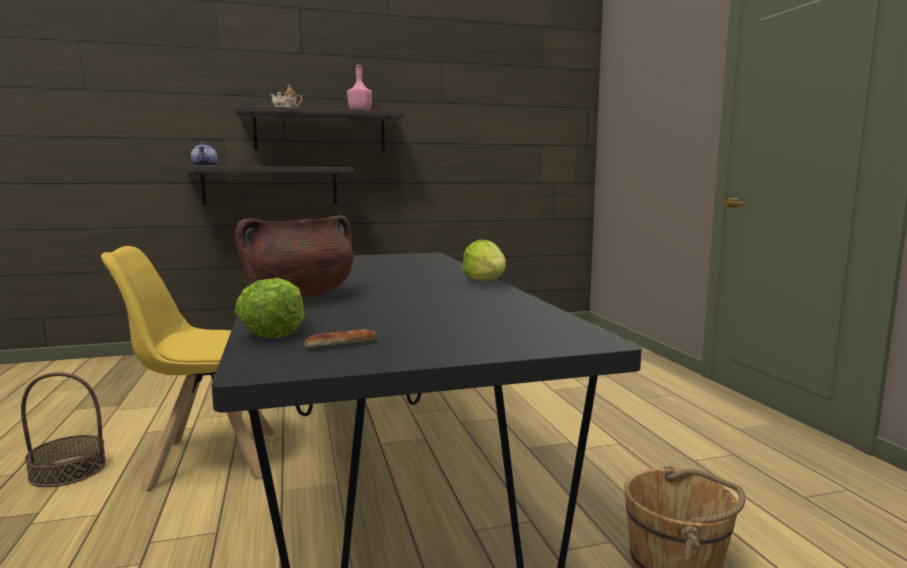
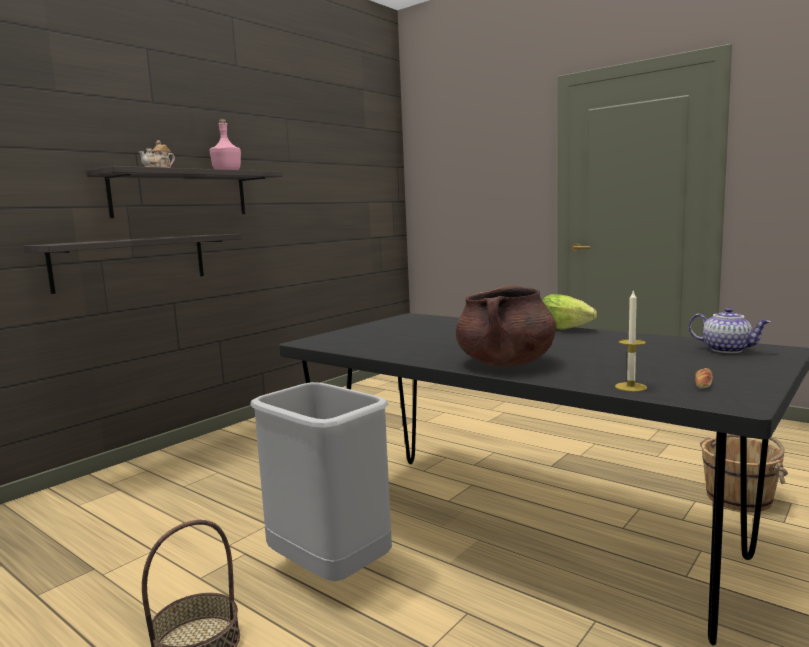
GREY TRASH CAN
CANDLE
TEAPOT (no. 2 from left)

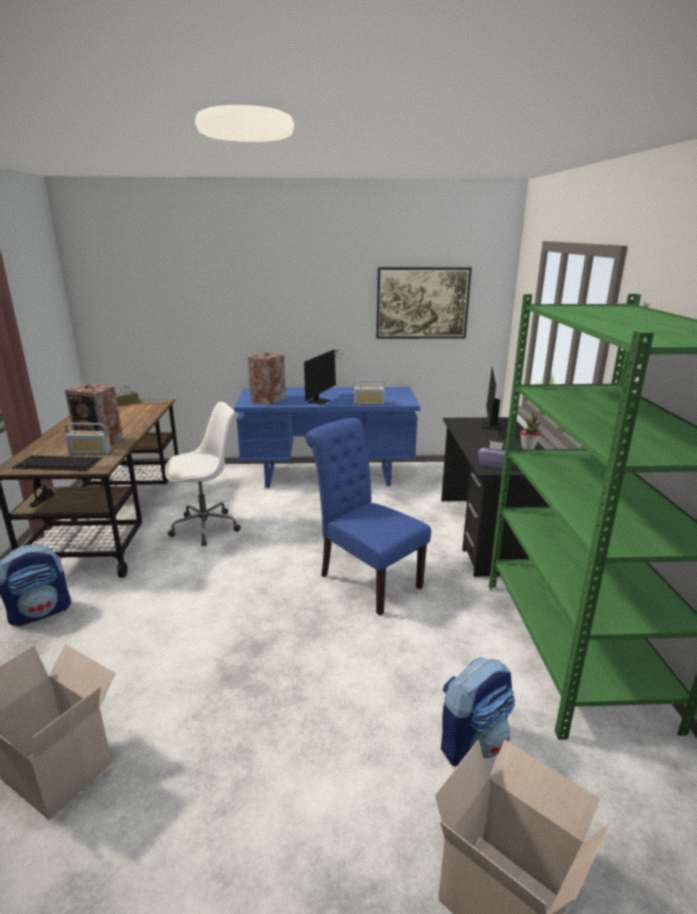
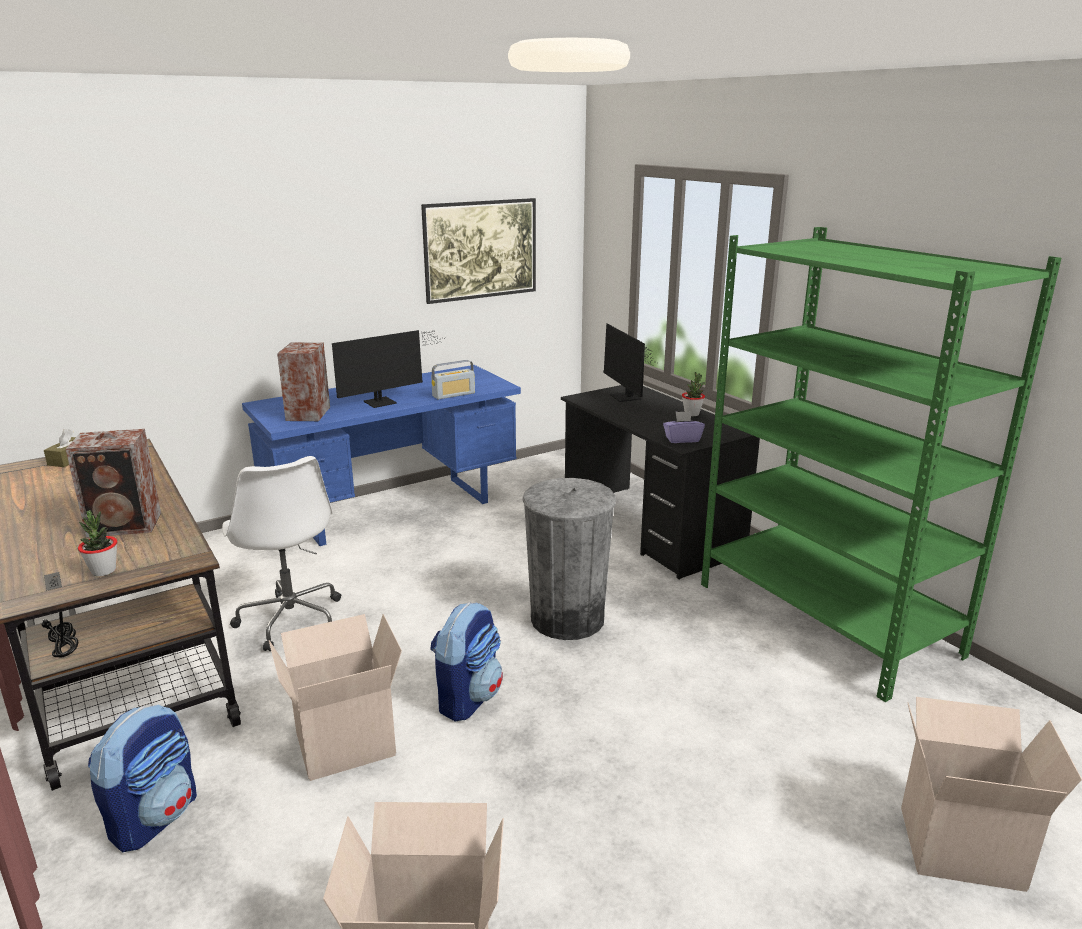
POTTED PLANT (no. 1 from left)
WHITE OFFICE CHAIR
CARDBOARD BOX (no. 1 from left)
MONITOR (no. 1 from left)
BACKPACK (no. 2 from left)
GREY TRASH CAN
RADIO (no. 1 from left in the first image)

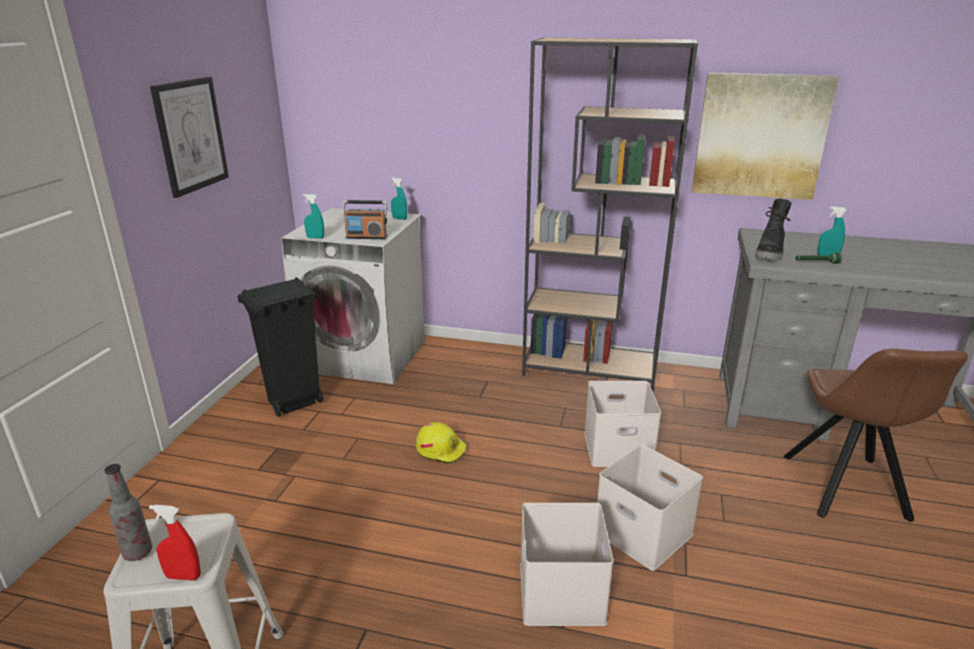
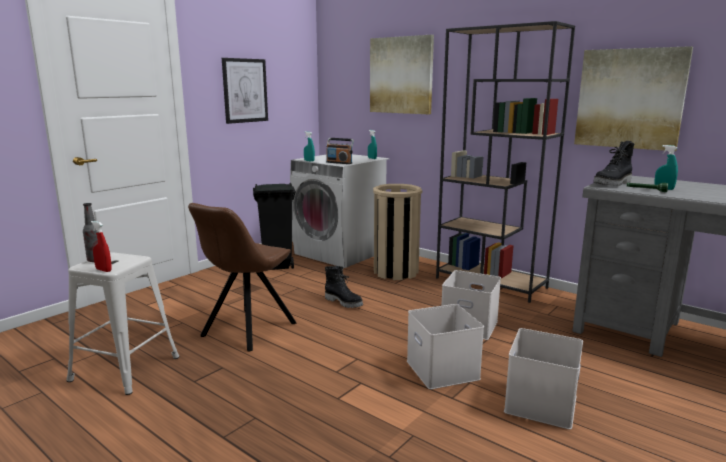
BROWN CHAIR
BLACK BOOT (no. 1 from left)
PICTURE (no. 2 from left)
BEIGE TRASH CAN
WHITE STORAGE BOX (no. 3 from left)

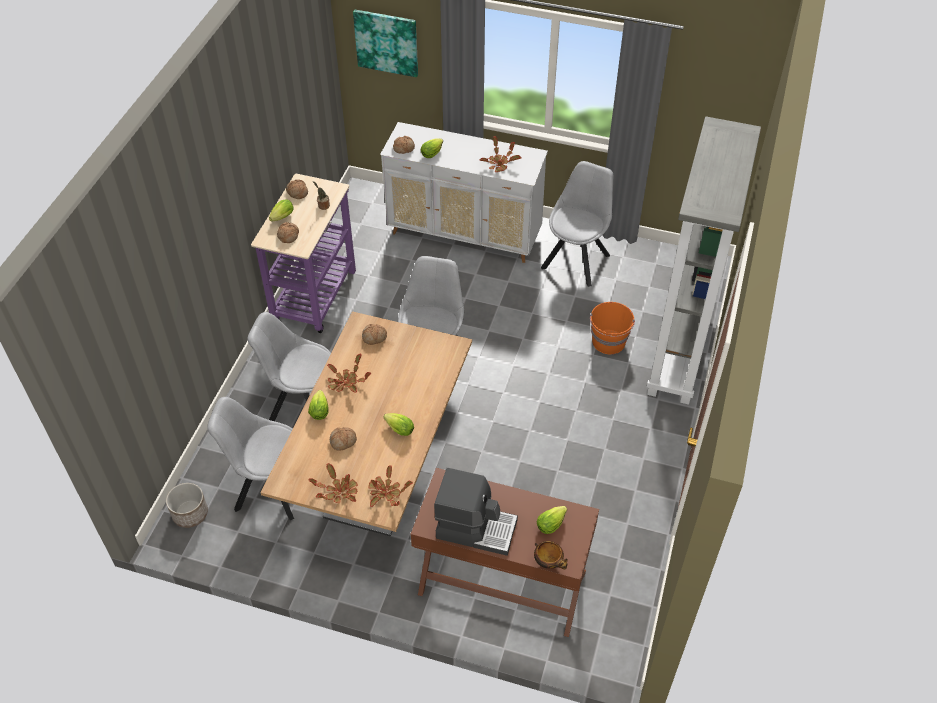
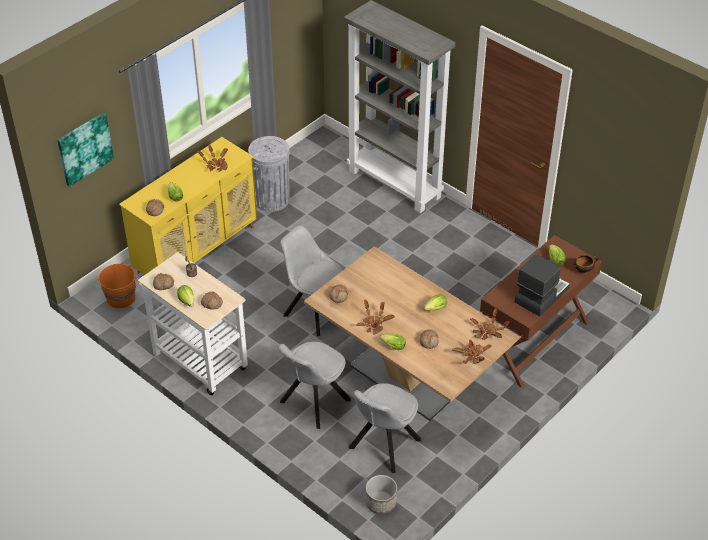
ORANGE BUCKET
YELLOW CABINET
WHITE CART
GREY TRASH CAN

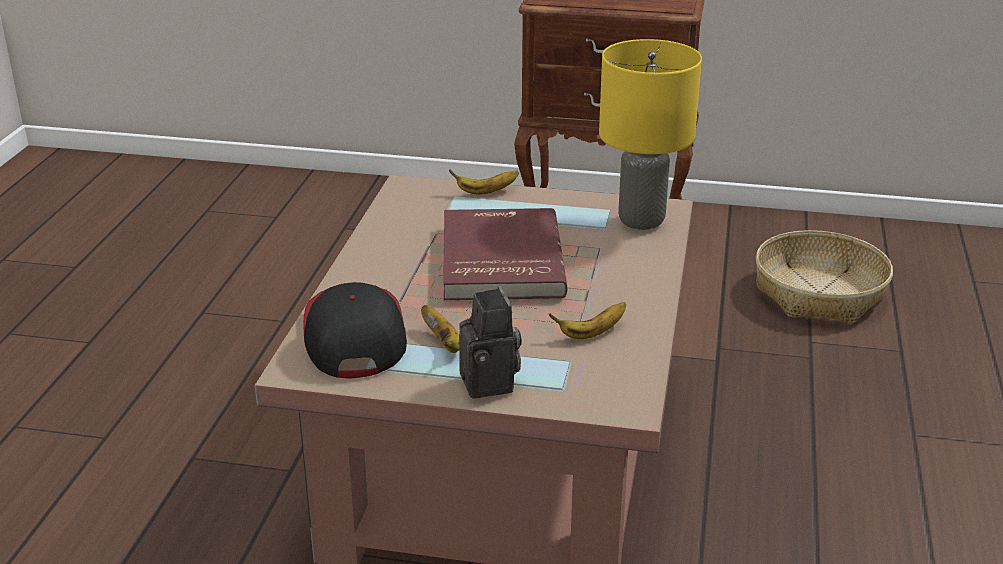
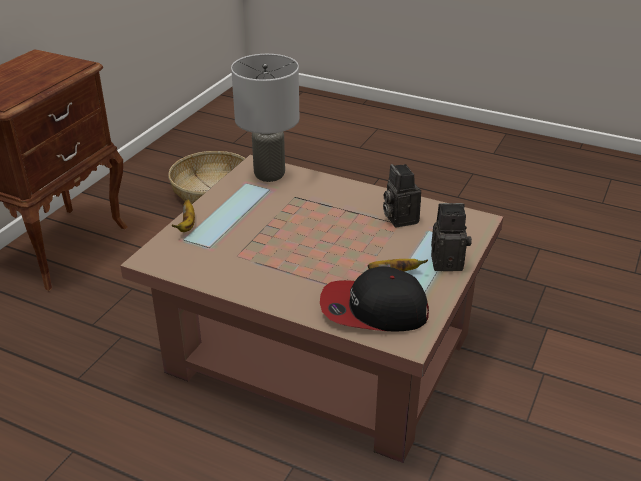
WHITE TABLE LAMP
PHOTO CAMERA (no. 1 from left)
RED BOOK

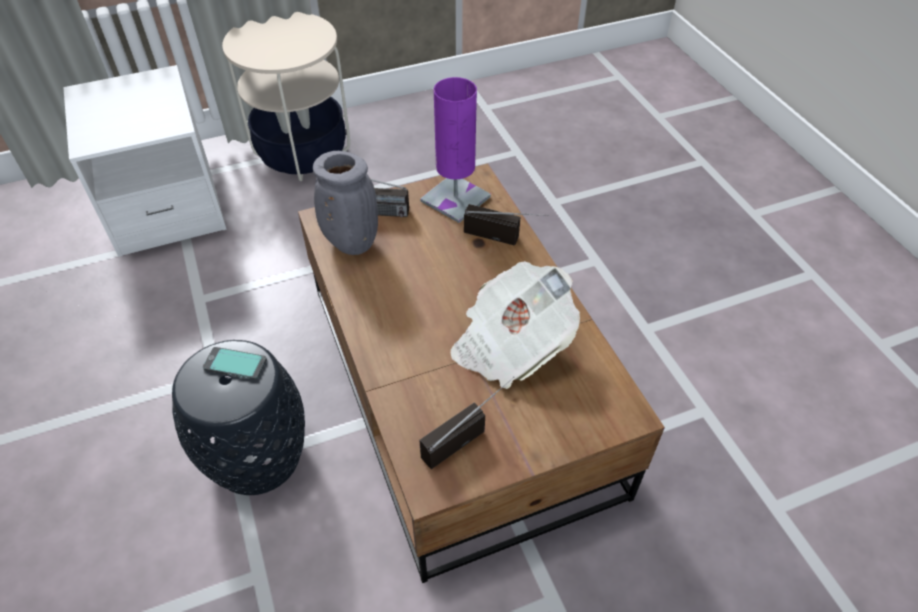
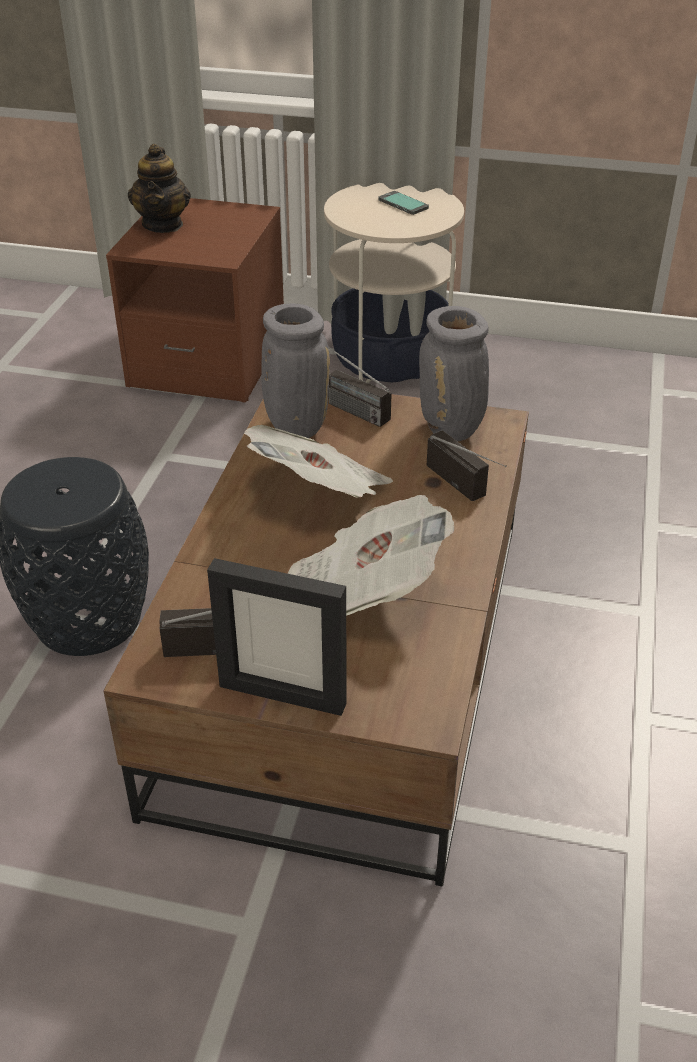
BROWN NIGHTSTAND
TEAPOT
PICTURE FRAME
NEWSPAPER (no. 1 from left)
PHONE
GREY VASE (no. 2 from left)

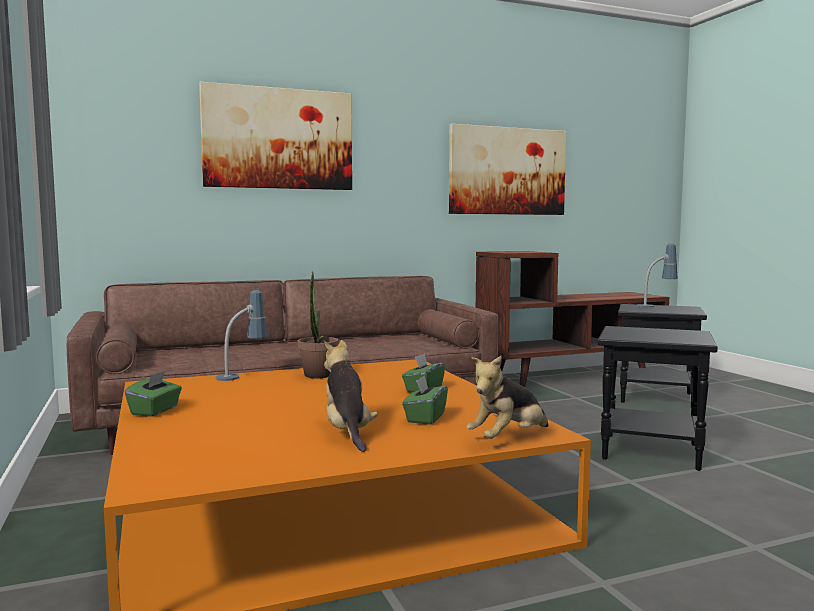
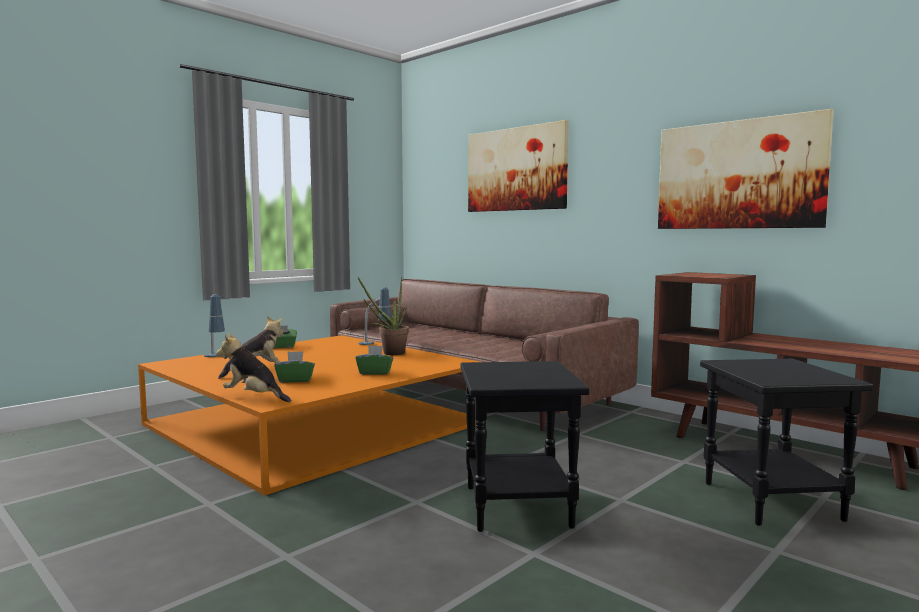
TABLE LAMP (no. 1 from left)

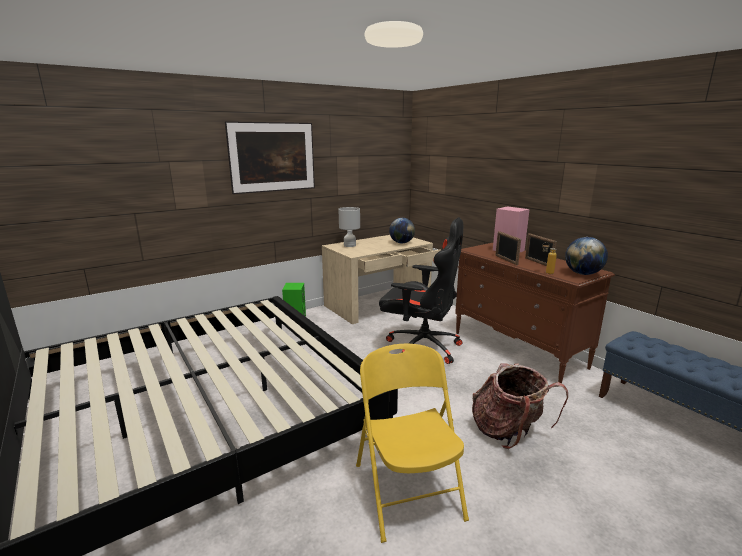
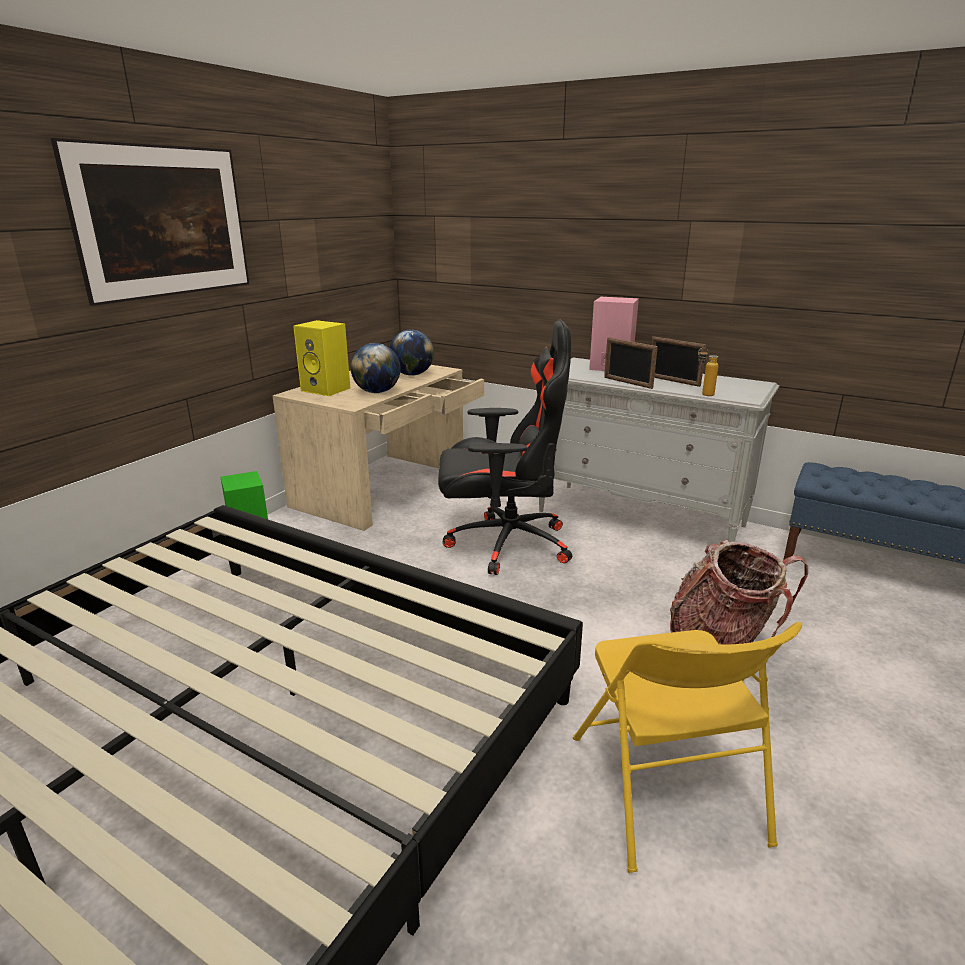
YELLOW SPEAKER
GLOBE (no. 1 from left)
WHITE DRESSER
YELLOW CHAIR

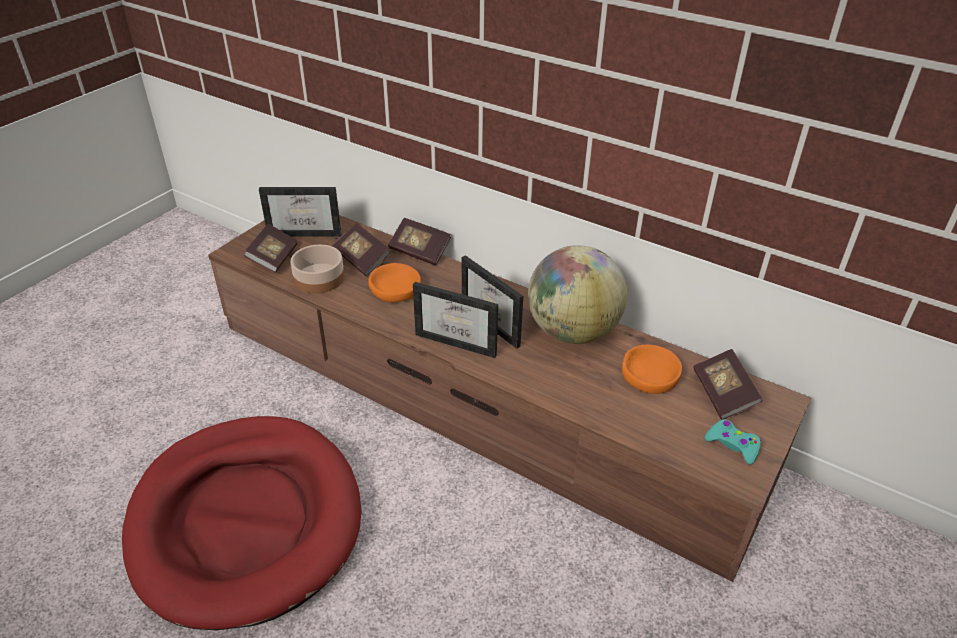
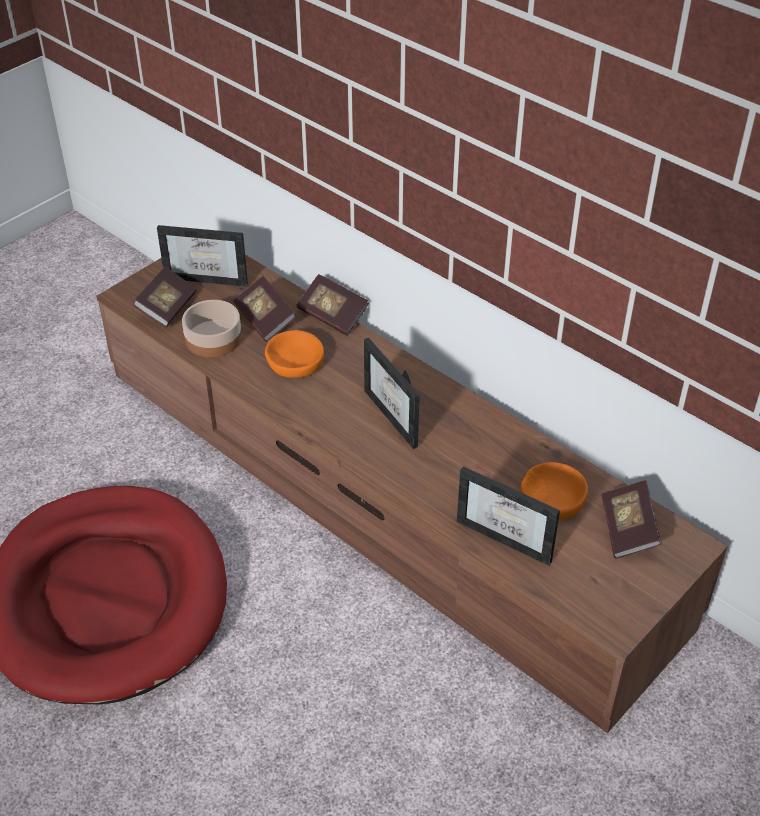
PICTURE FRAME (no. 3 from left)
GLOBE
TURQUOISE GAME CONTROLLER

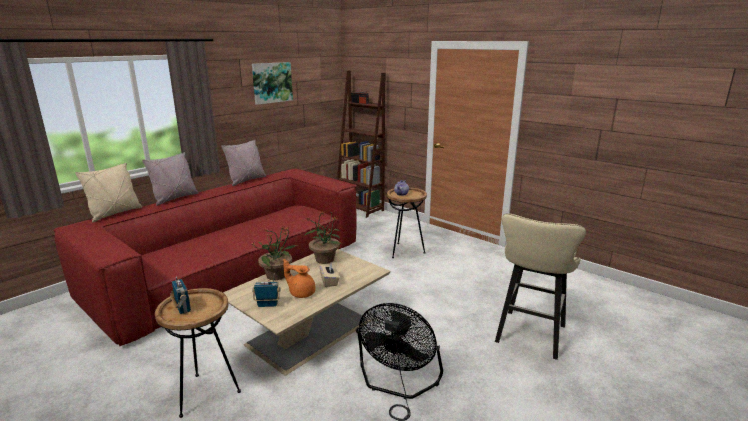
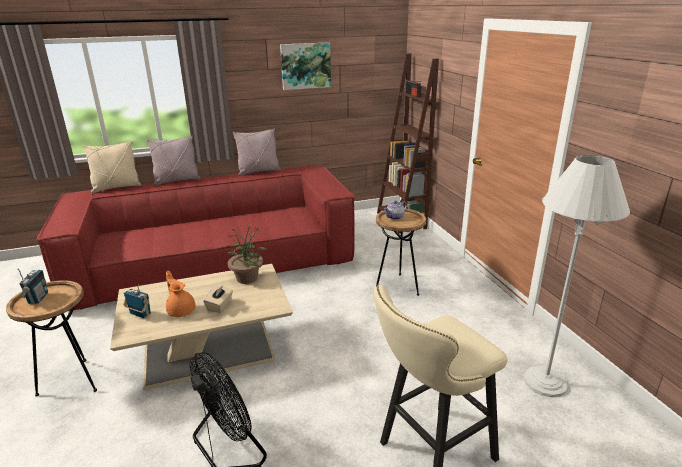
WHITE FLOOR LAMP
POTTED PLANT (no. 1 from left in the first image)

